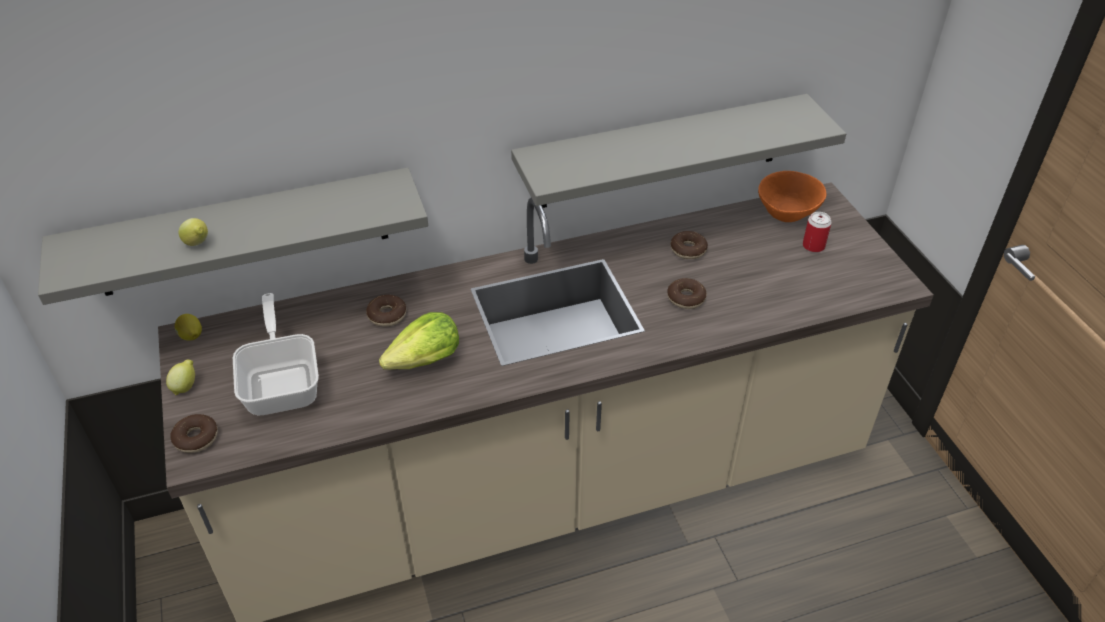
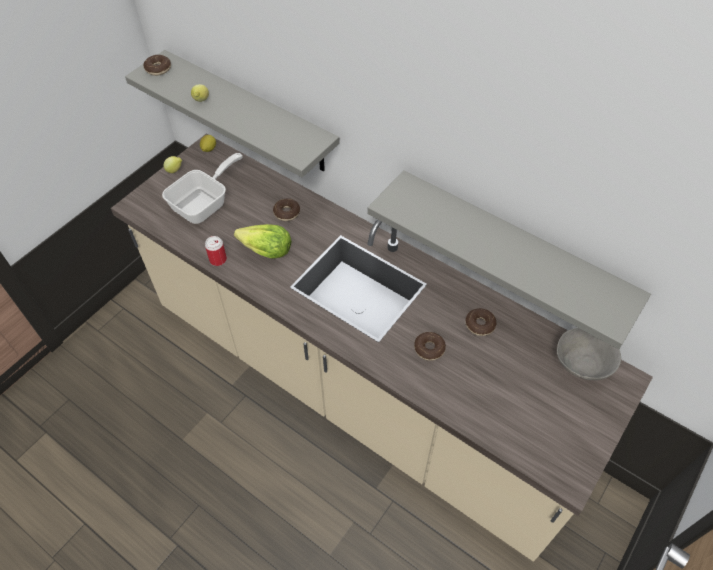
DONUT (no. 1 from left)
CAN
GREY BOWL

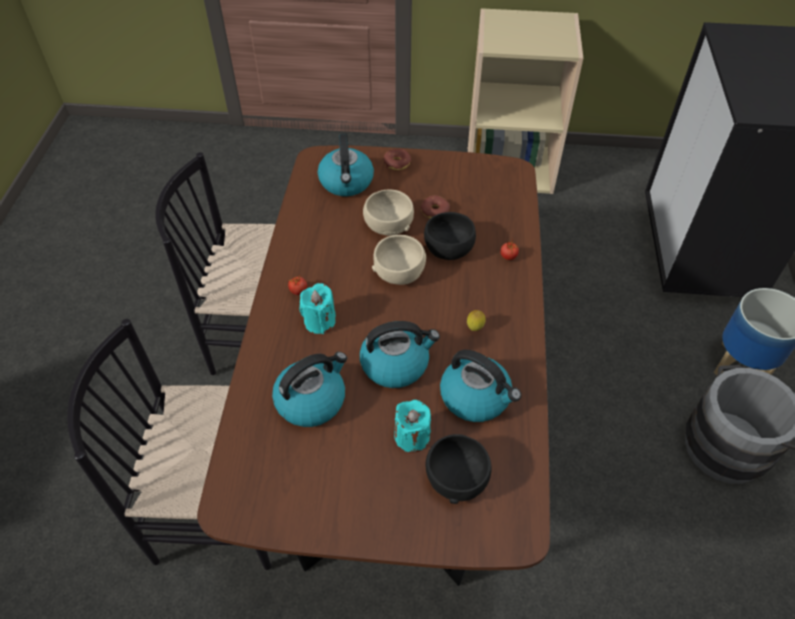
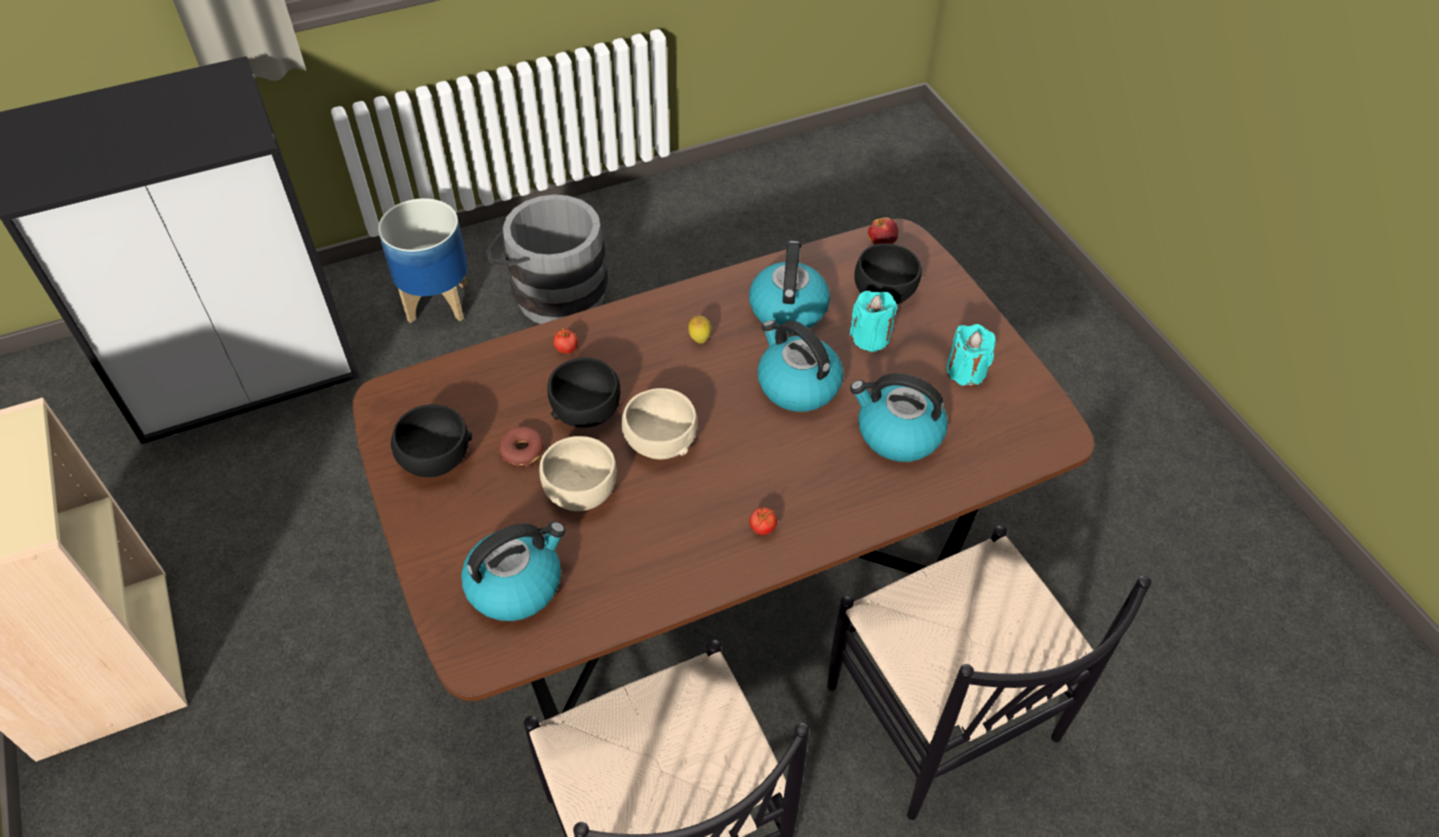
BLACK BOWL (no. 1 from left)
APPLE
TURQUOISE CANDLE (no. 2 from left)
DONUT (no. 1 from left in the first image)

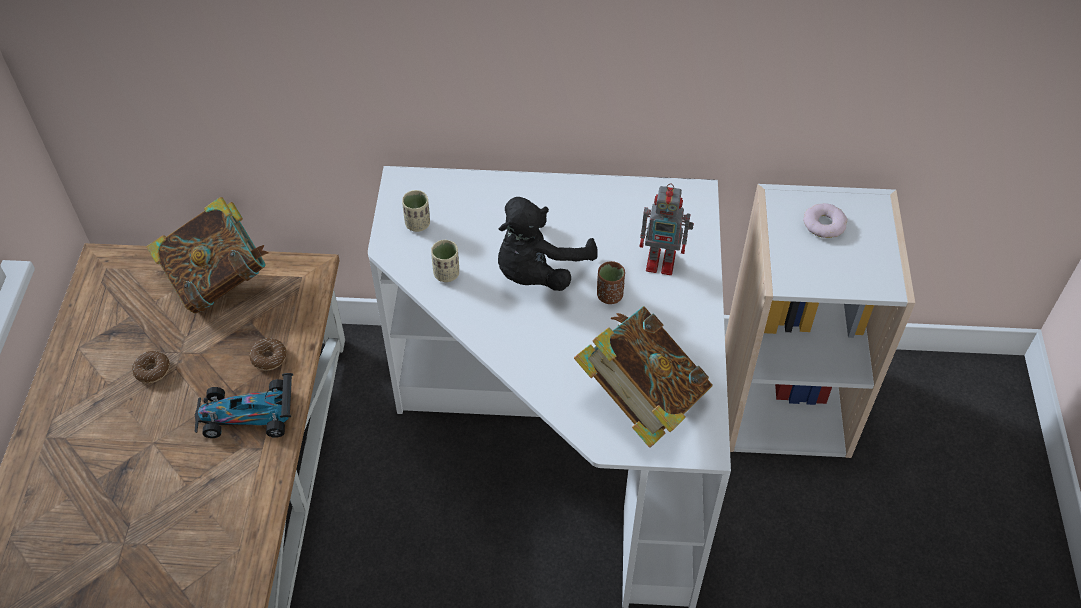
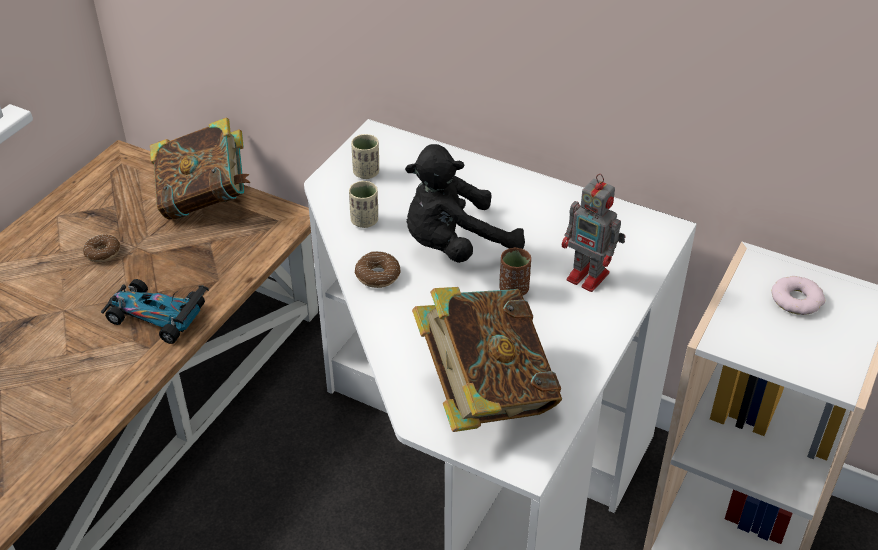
DONUT (no. 2 from left)

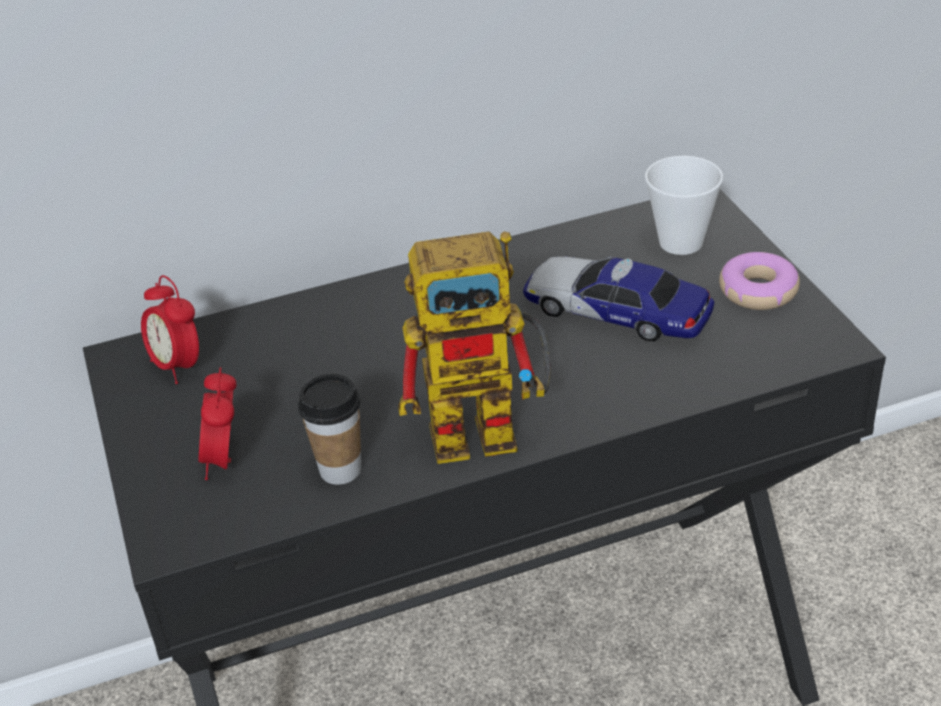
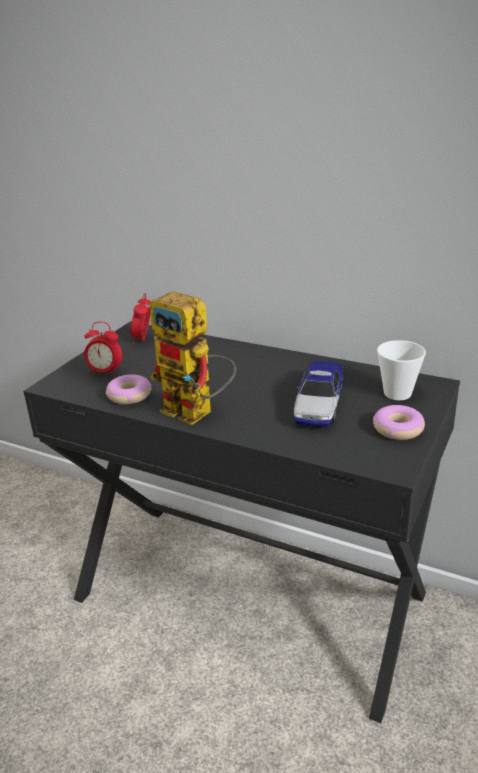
ALARM CLOCK (no. 1 from left)
DONUT (no. 1 from left)
TOY CAR

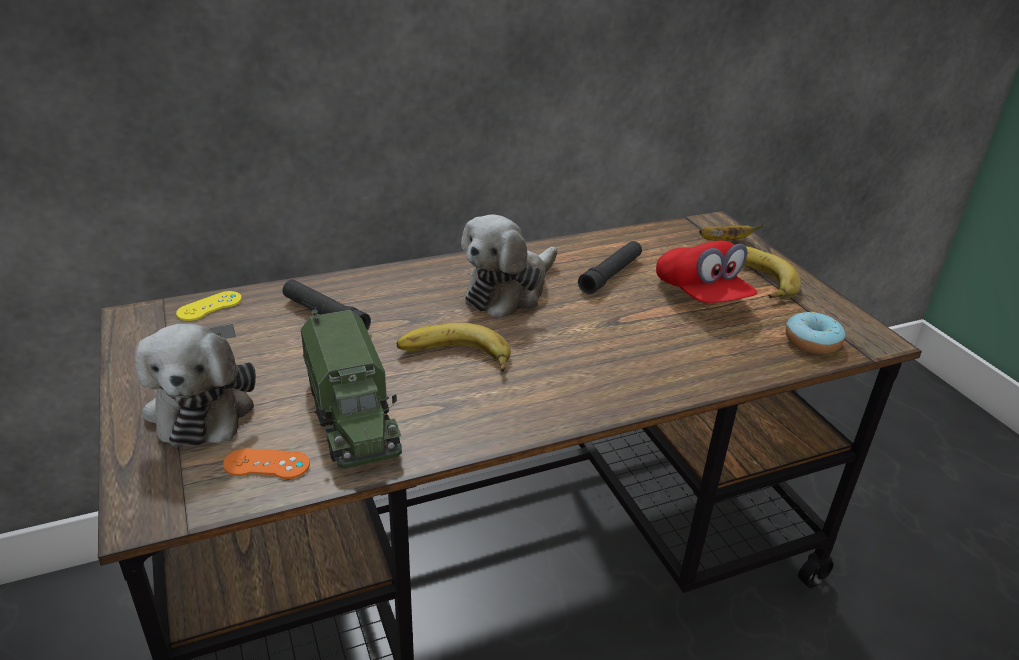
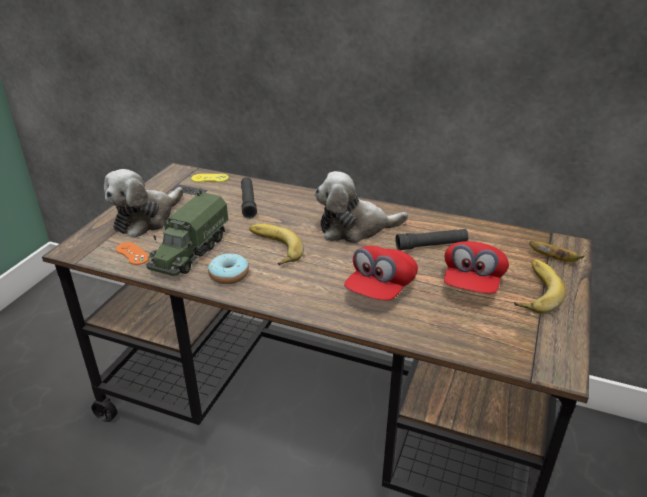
DONUT
RED CAP (no. 1 from left)

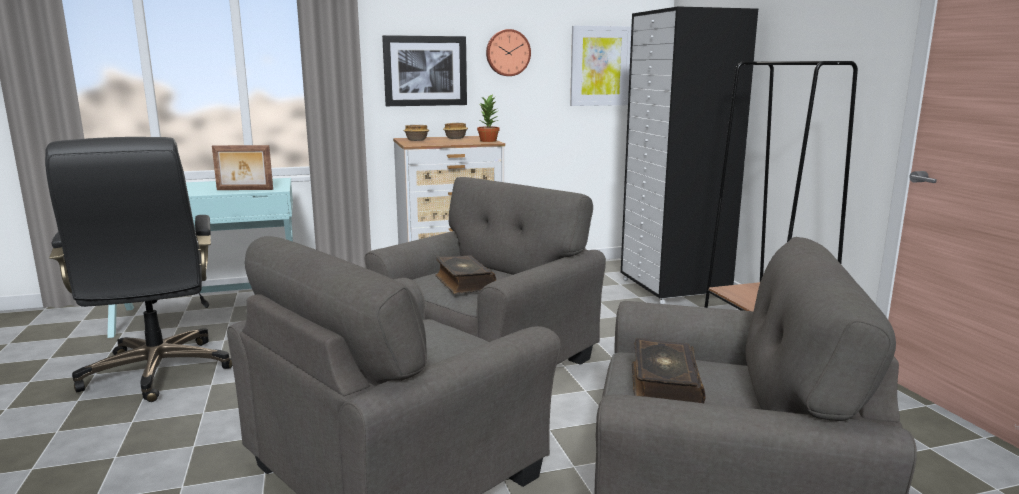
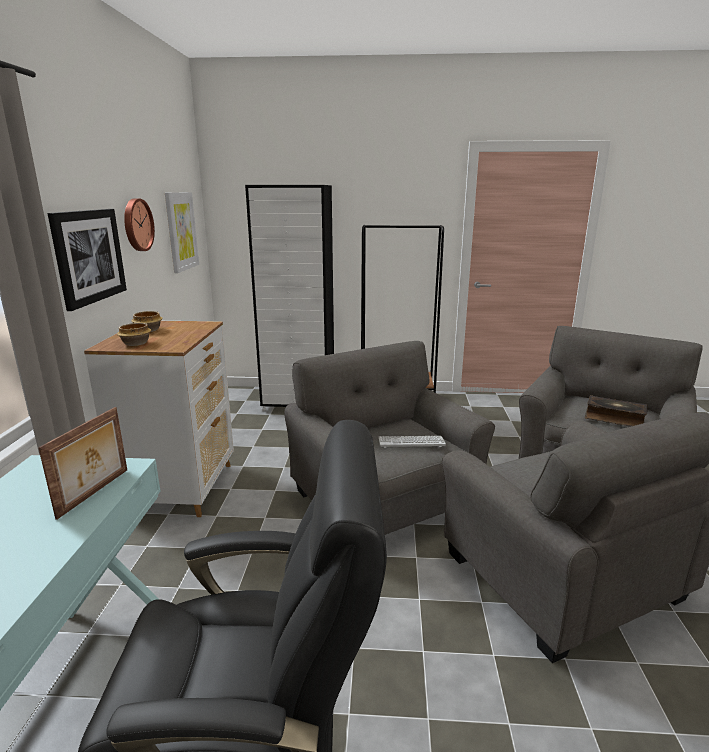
KEYBOARD
POTTED PLANT

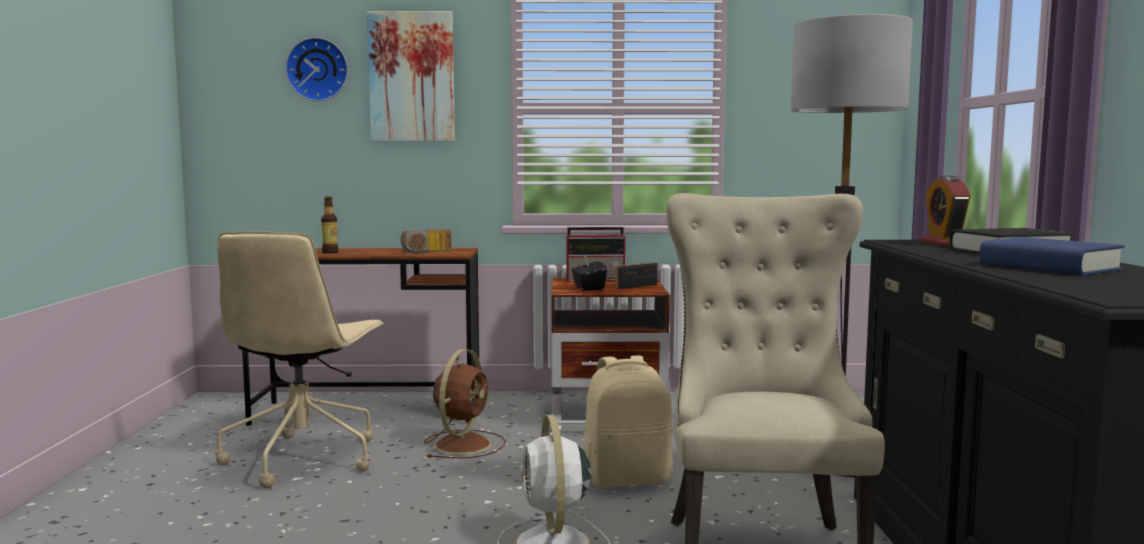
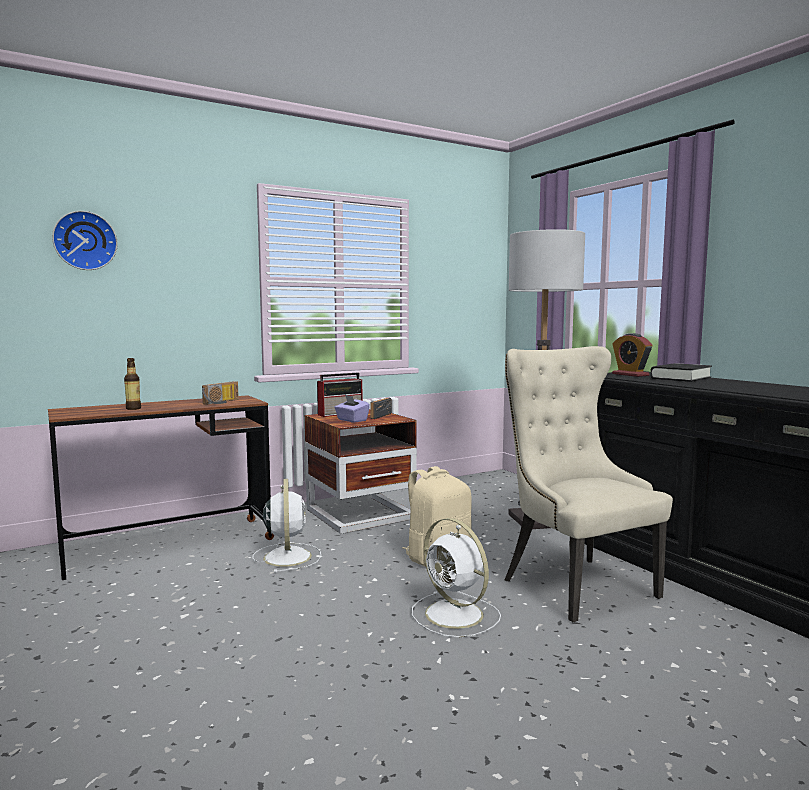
WHITE FAN (no. 1 from left)
PURPLE TISSUE BOX
BEIGE OFFICE CHAIR
PICTURE
BLUE BOOK

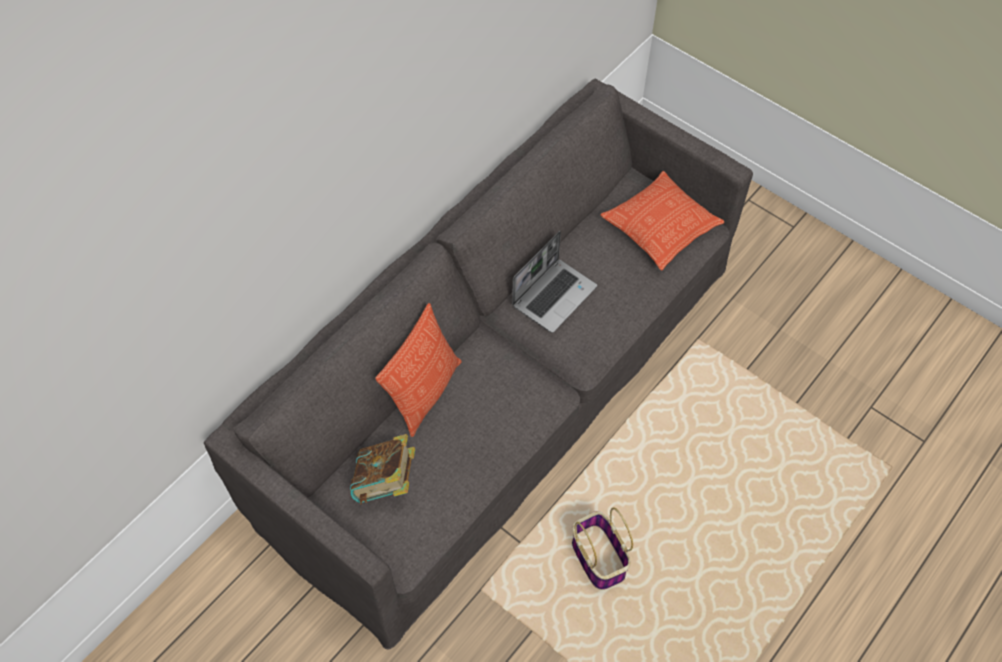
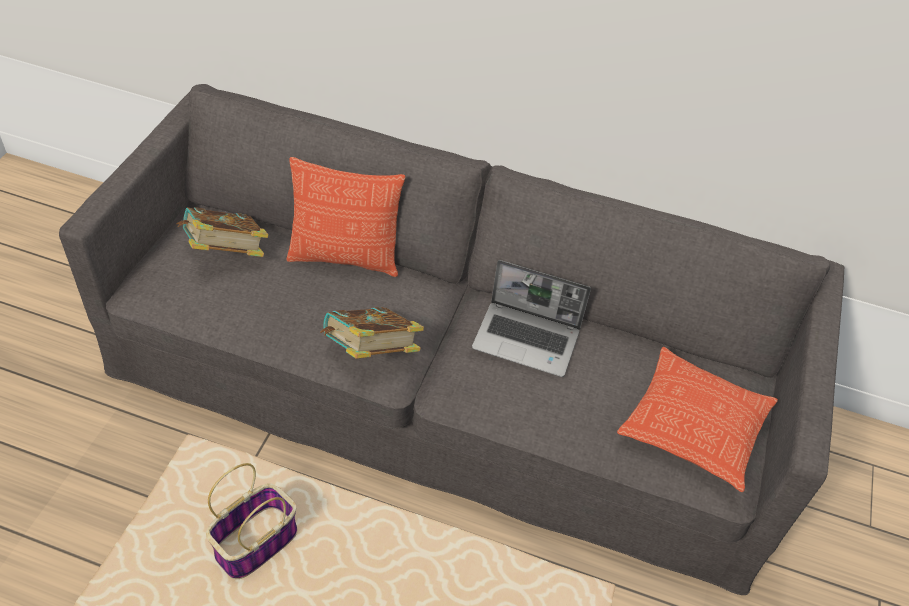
BOOK (no. 2 from left)

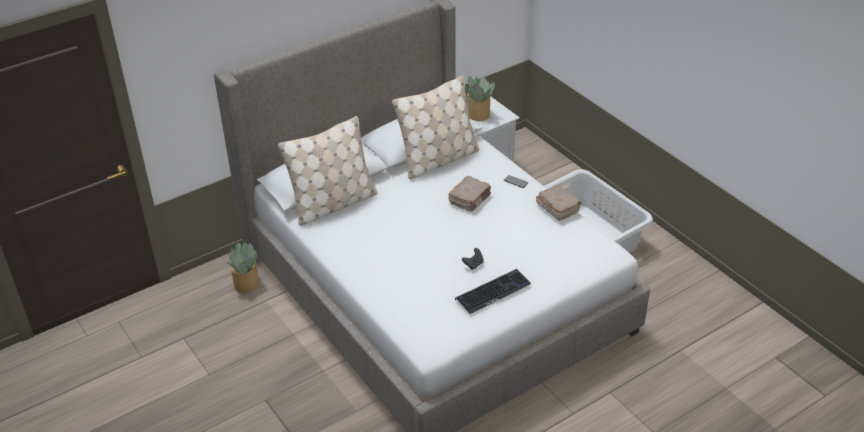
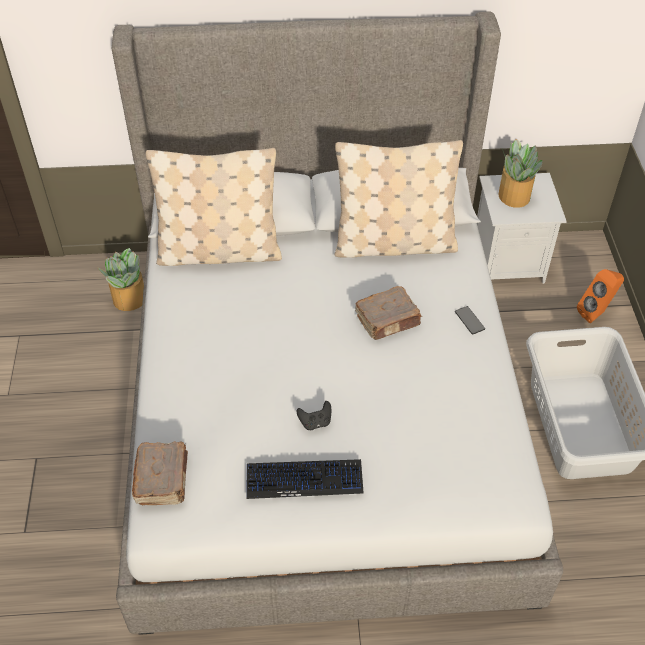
BROWN BOOK (no. 1 from left)
ORANGE SPEAKER

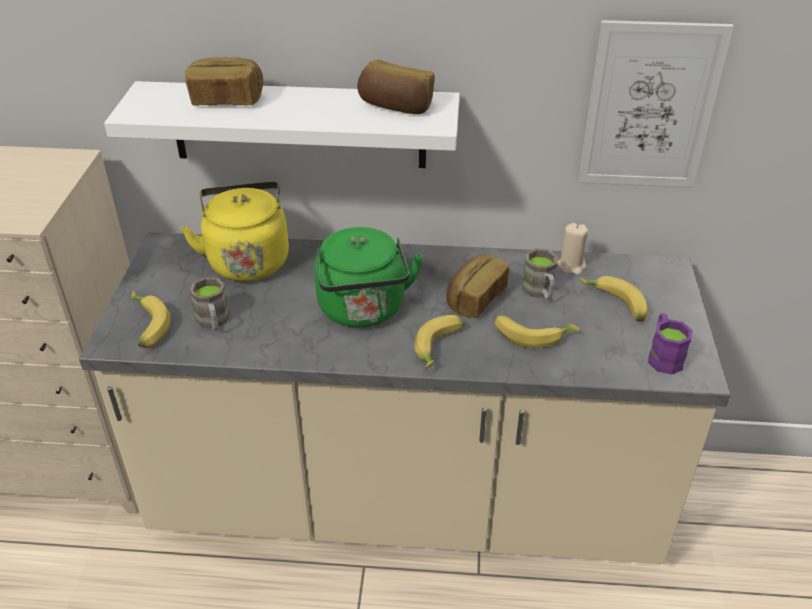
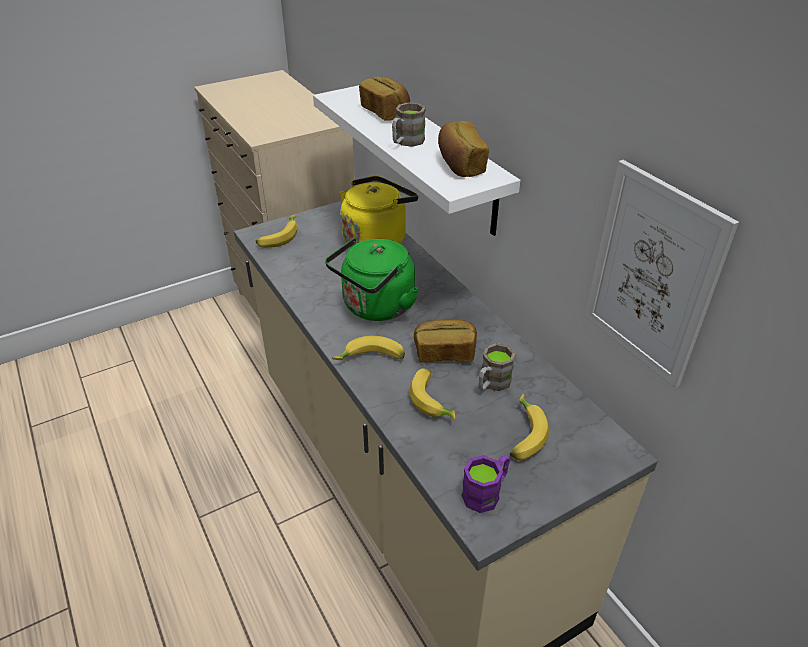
BROWN MUG (no. 1 from left)
BEIGE CANDLE

